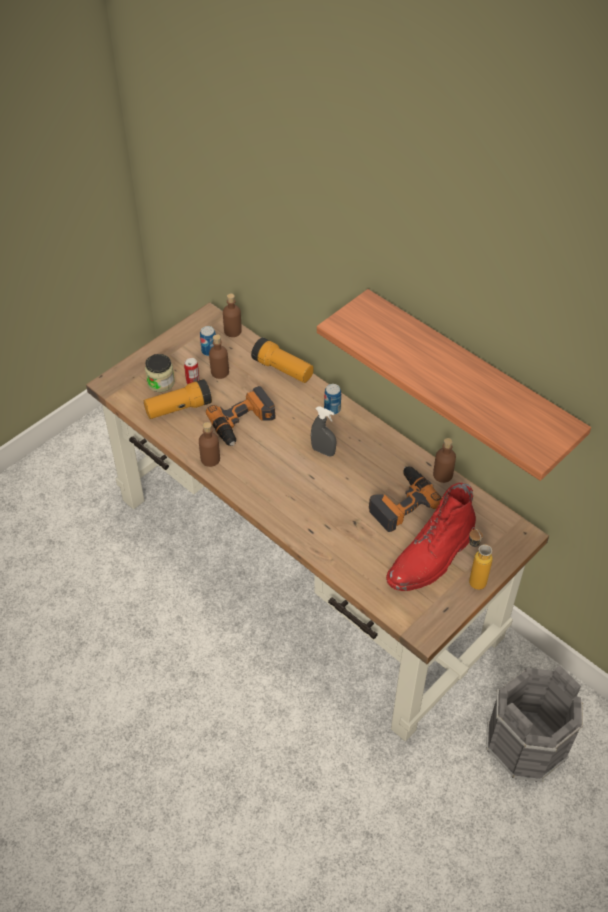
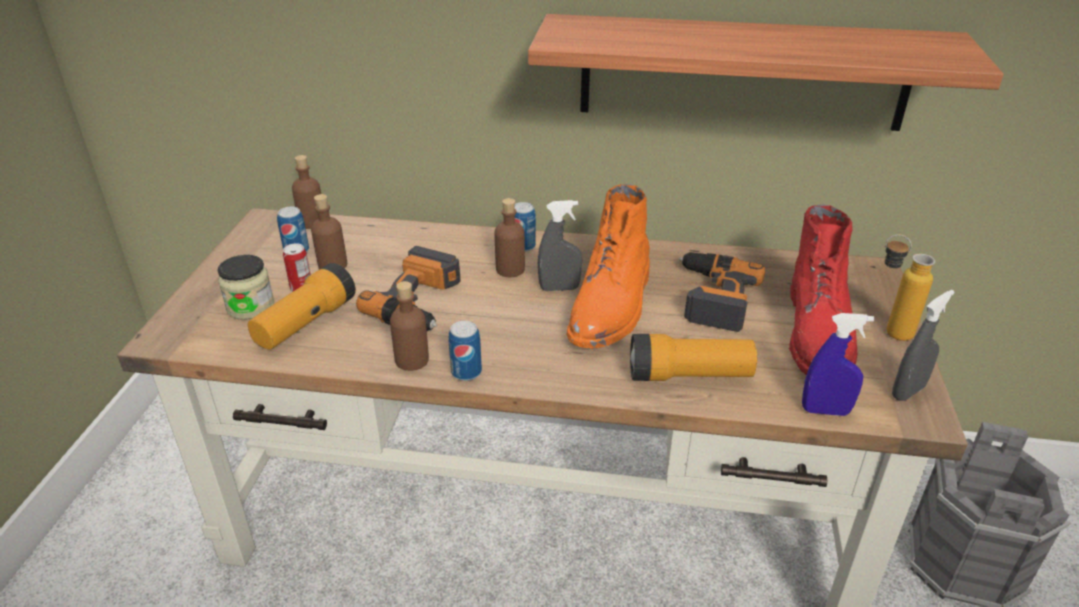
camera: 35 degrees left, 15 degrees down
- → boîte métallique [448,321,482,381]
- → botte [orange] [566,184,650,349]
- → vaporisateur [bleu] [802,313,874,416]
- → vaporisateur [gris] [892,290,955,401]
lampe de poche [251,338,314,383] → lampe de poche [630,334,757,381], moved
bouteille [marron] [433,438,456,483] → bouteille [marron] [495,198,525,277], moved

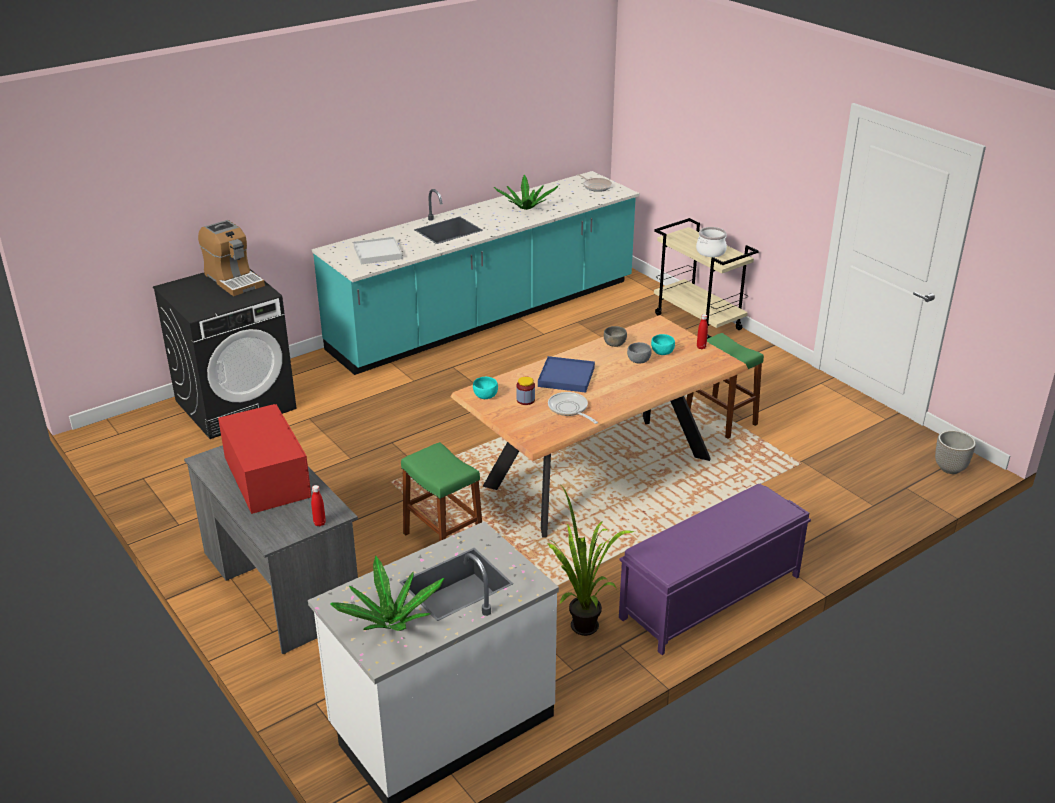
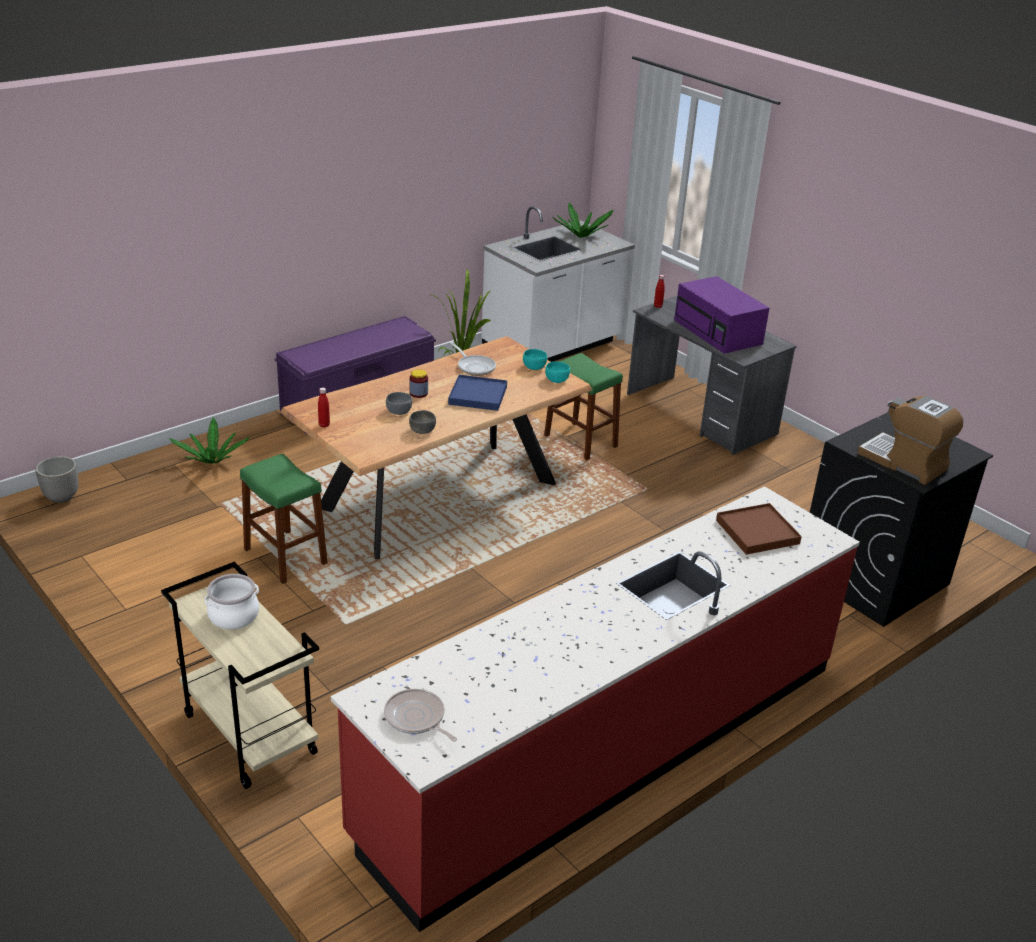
camera: 175 degrees right, 0 degrees up
plante en pot [494,174,559,210] → plante en pot [169,417,250,464], moved
bocal [517,377,535,405] → bocal [410,369,428,398], moved
bol [turquoise] [651,334,675,355] → bol [turquoise] [523,349,547,370], moved
micro-ondes [rouge] [218,404,312,514] → micro-ondes [violet] [674,276,769,354]
comptoir de cuisine [turquoise] [312,171,640,375] → comptoir de cuisine [rouge] [331,486,860,932]
plateau [blanc] [353,237,403,264] → plateau [marron] [716,503,802,555]

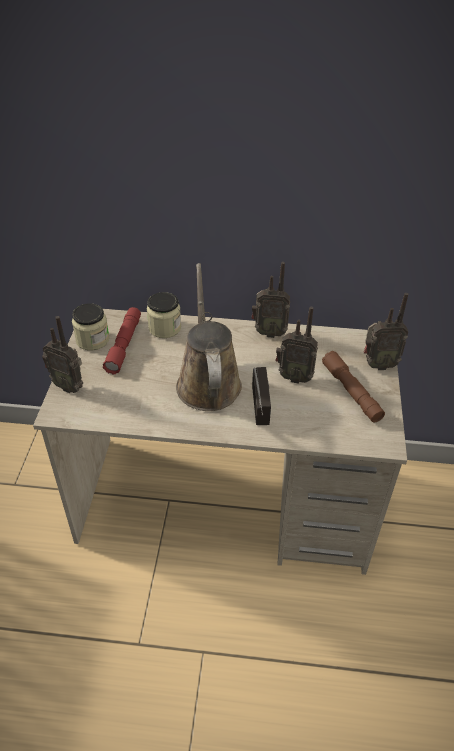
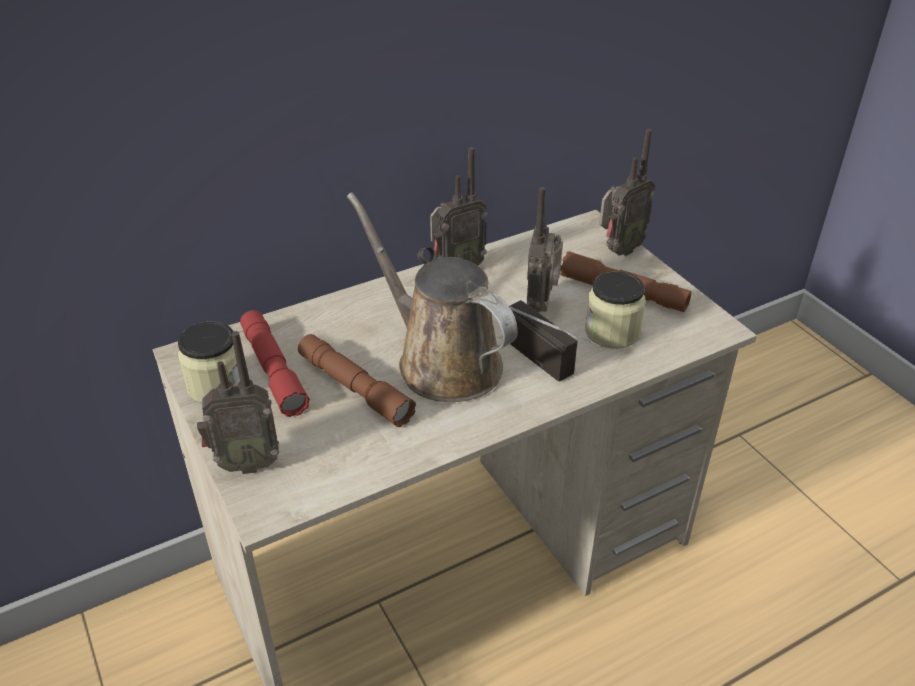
camera: 35 degrees left, 5 degrees down
- → lampe de poche [marron] [298,334,416,427]
bocal [147,292,181,338] → bocal [585,272,646,349], moved
radio [275,307,318,384] → radio [527,187,563,312], 120 degrees clockwise

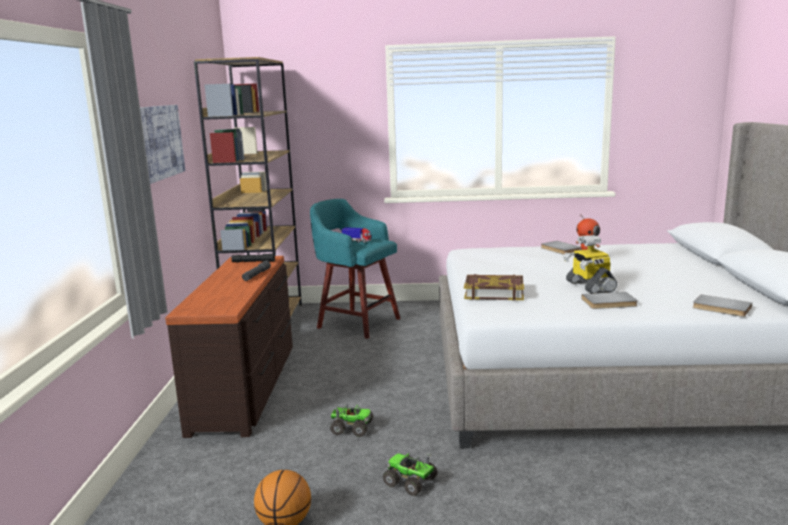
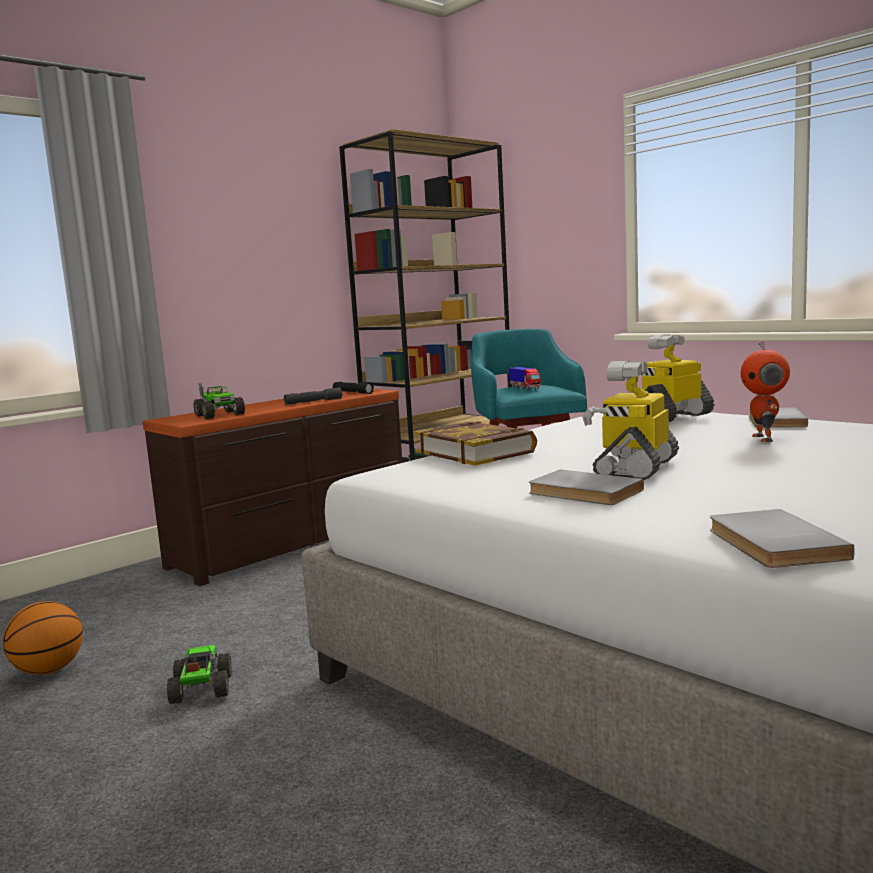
camera: 45 degrees right, 5 degrees down
tableau [140,105,185,184] → -
- → robot jouet [627,334,715,422]
camion jouet [330,404,373,437] → camion jouet [193,383,245,419], moved

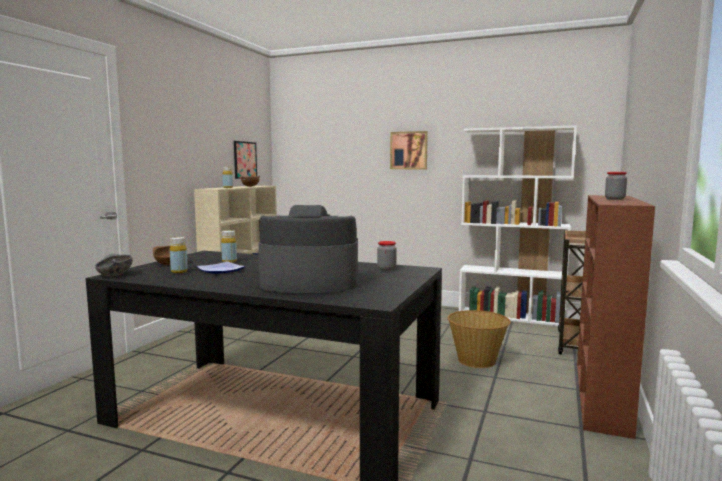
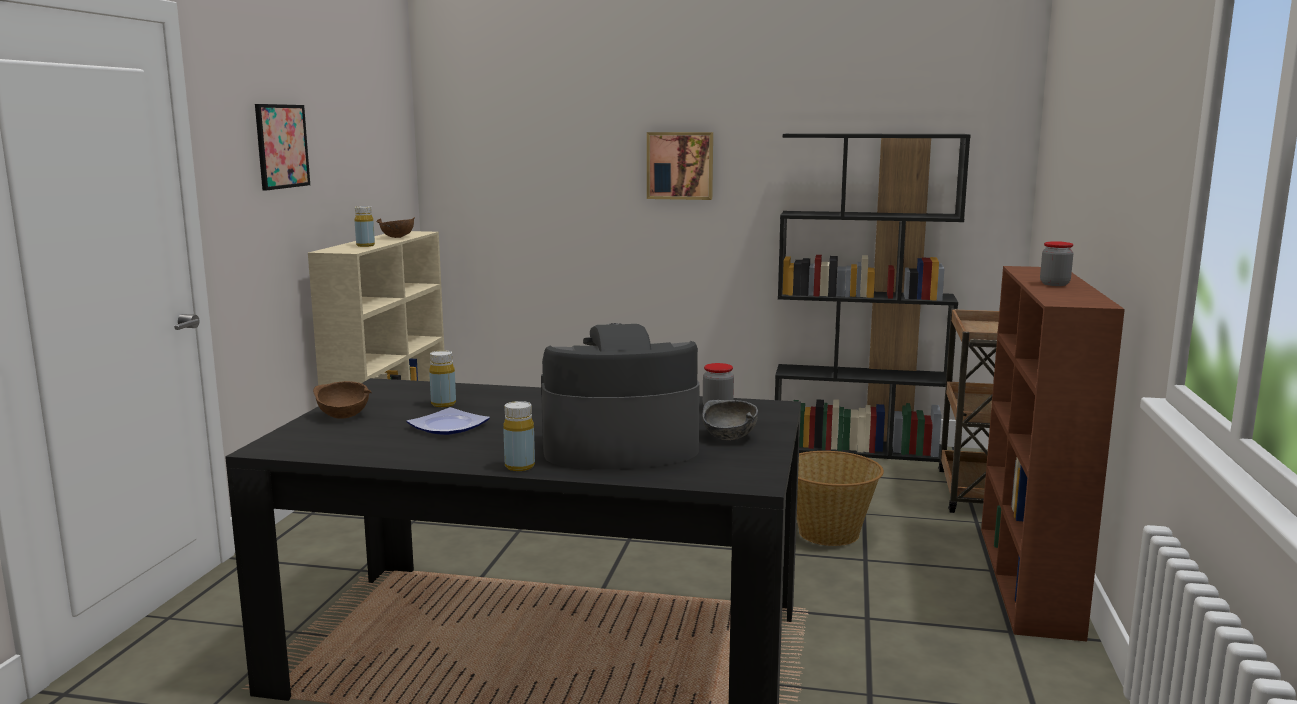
camera: 10 degrees left, 5 degrees up
bol [gris] [95,254,132,277] → bol [gris] [702,400,758,440], moved
bouteille [jaune] [170,237,188,273] → bouteille [jaune] [503,401,535,471], moved
tableau [234,141,257,179] → tableau [255,104,310,191], moved
bibliothèque [blanc] [459,125,577,326] → bibliothèque [noir] [775,133,971,462]

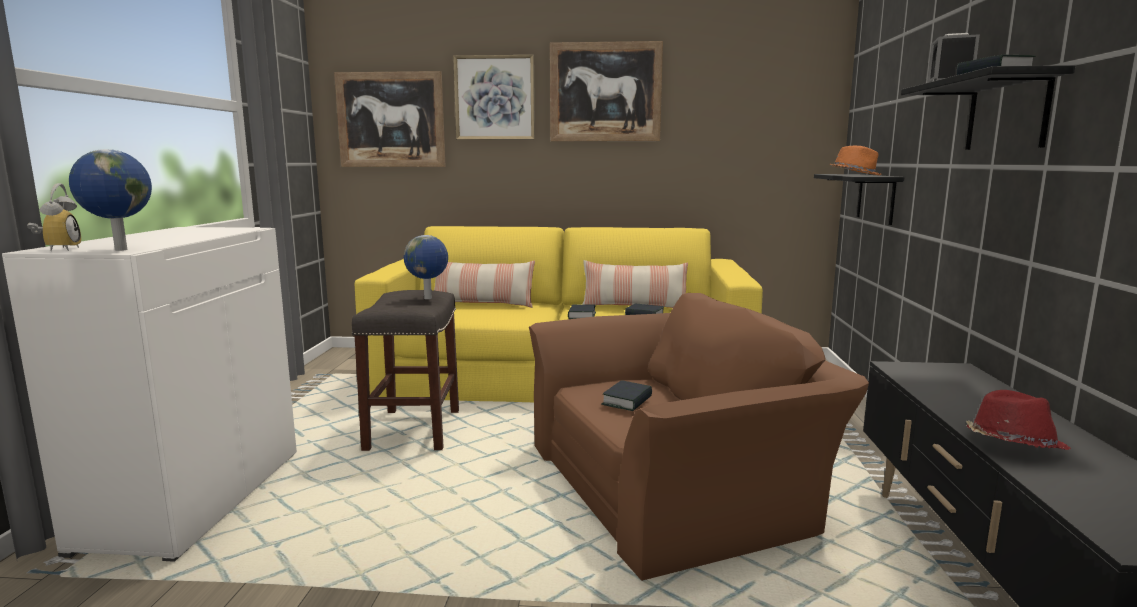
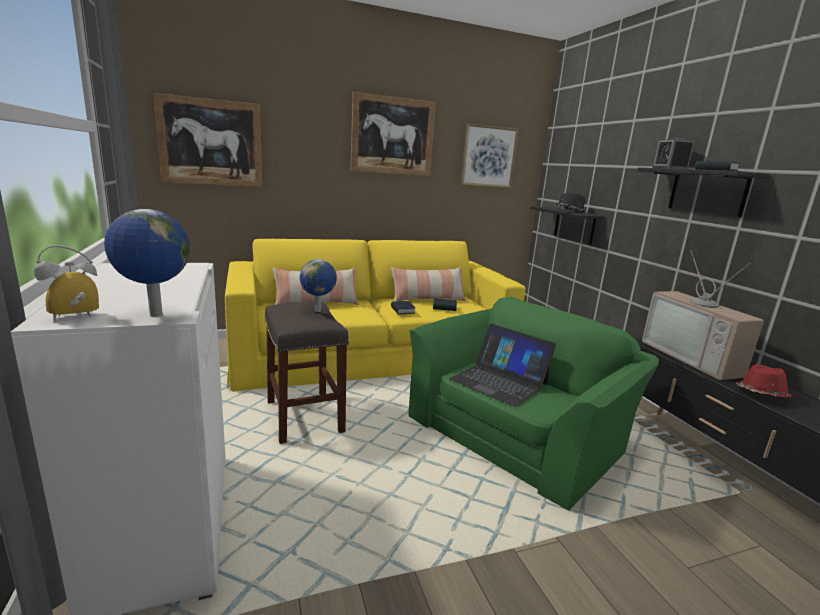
camera: 25 degrees left, 5 degrees up
- → téléviseur [642,250,764,380]
tableau [453,55,535,140] → tableau [460,124,519,188], moved
livre [601,380,652,411] → ordinateur portable [449,323,556,407]
fauteuil [marron] [529,293,869,581] → fauteuil [vert] [408,297,659,511]
chapeau [orange] [830,145,881,175] → chapeau [noir] [555,193,586,213]
réveil [27,183,81,251] → réveil [34,245,99,322], 90 degrees counterclockwise

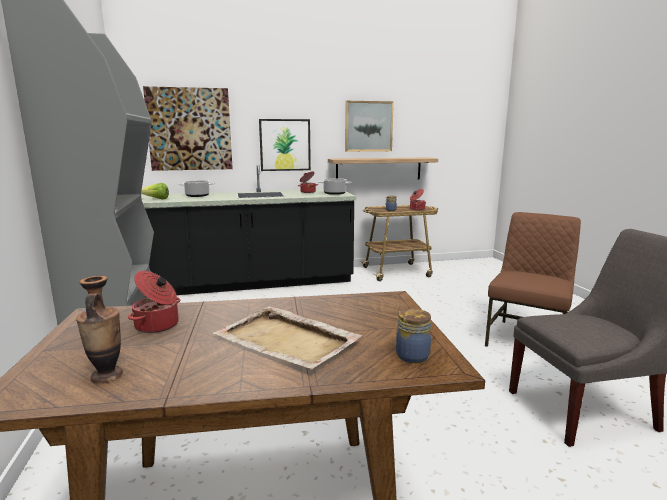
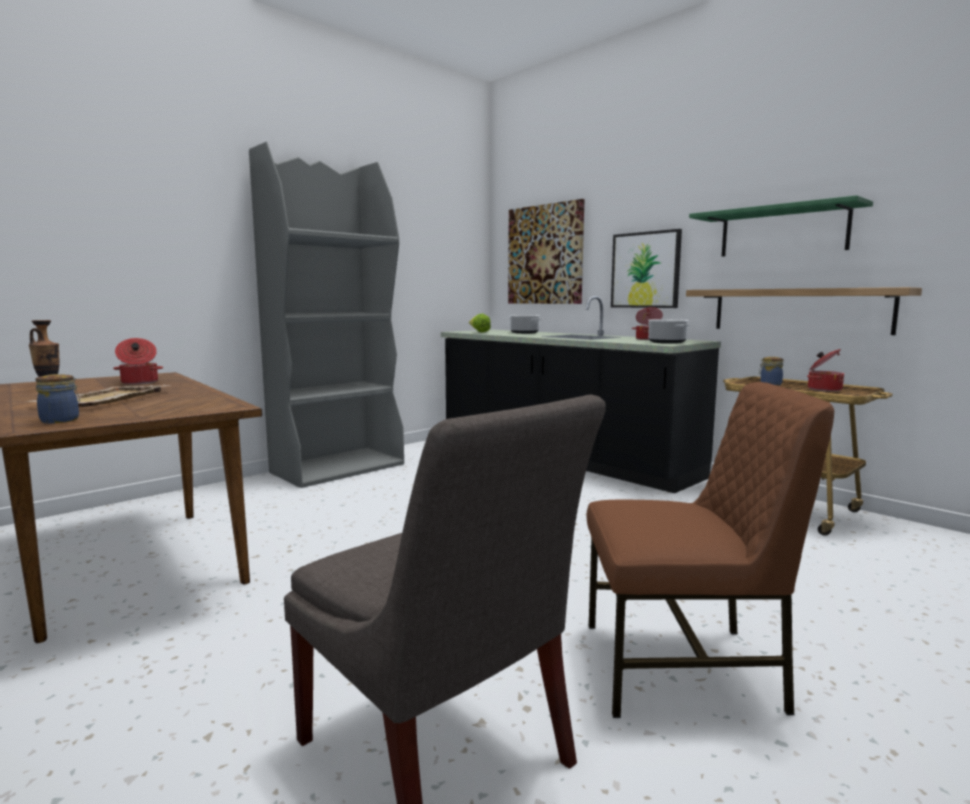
camera: 60 degrees right, 5 degrees down
tableau [345,101,394,152] → étagère [vert] [689,195,873,257]

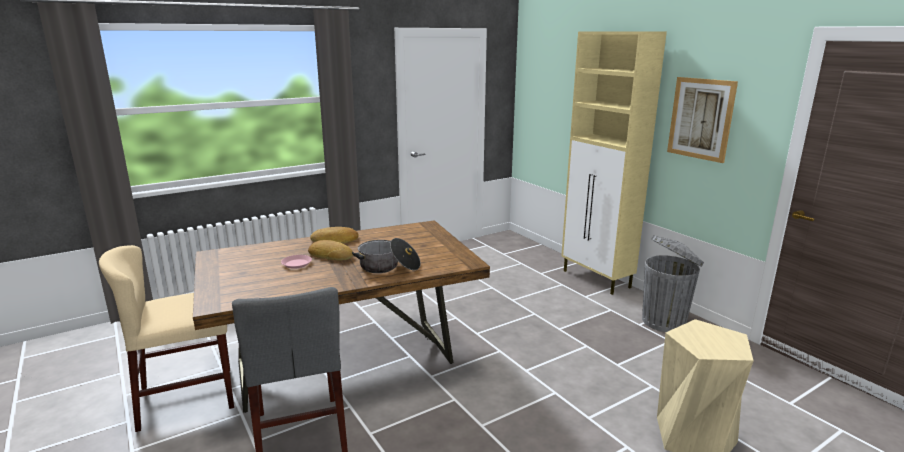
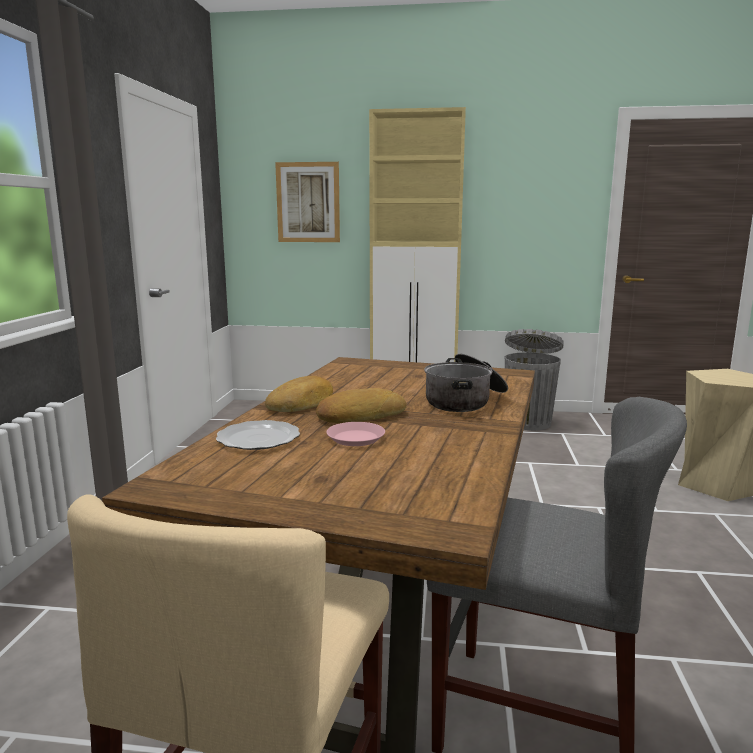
camera: 50 degrees left, 5 degrees down
- → assiette [216,420,300,450]
tableau [667,77,738,163] → tableau [275,162,340,242], moved

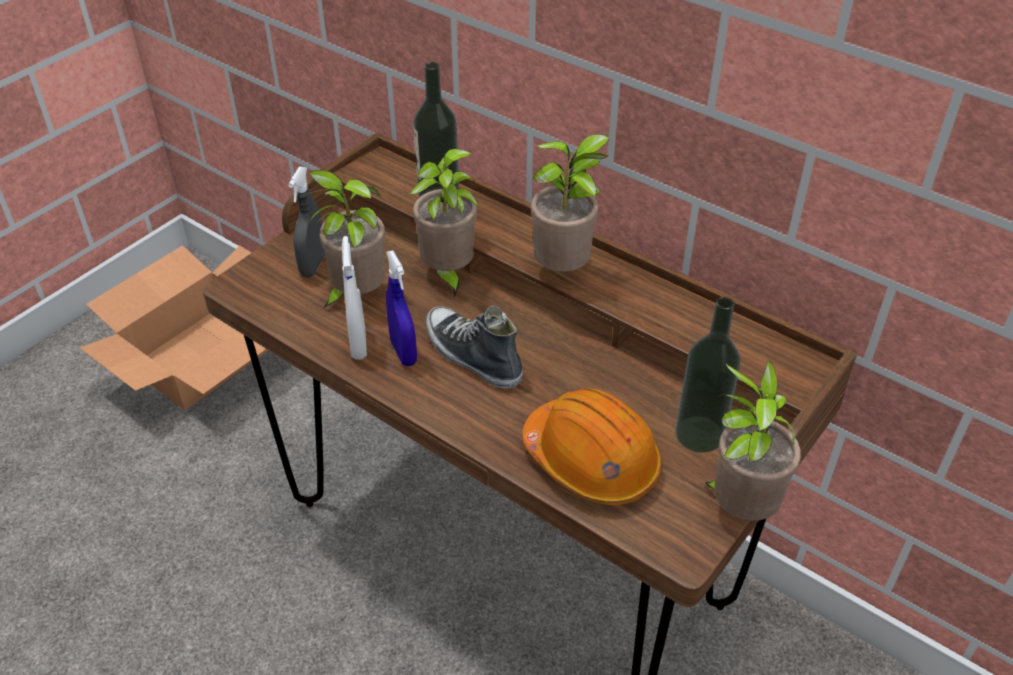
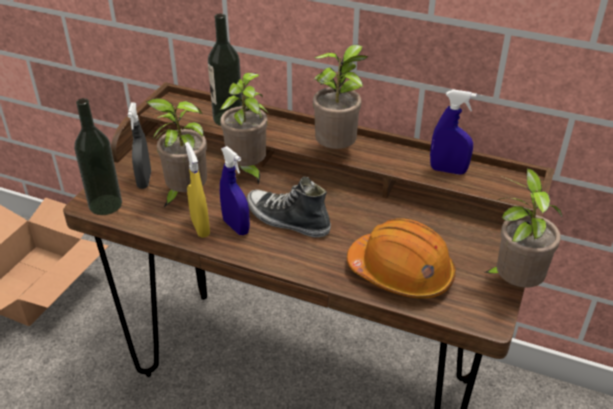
camera: 15 degrees left, 5 degrees down
- → vaporisateur [bleu] [430,90,477,175]
bouteille [675,297,741,453] → bouteille [74,98,122,215], moved
vaporisateur [blanc] [342,236,367,360] → vaporisateur [jaune] [185,142,210,238]

